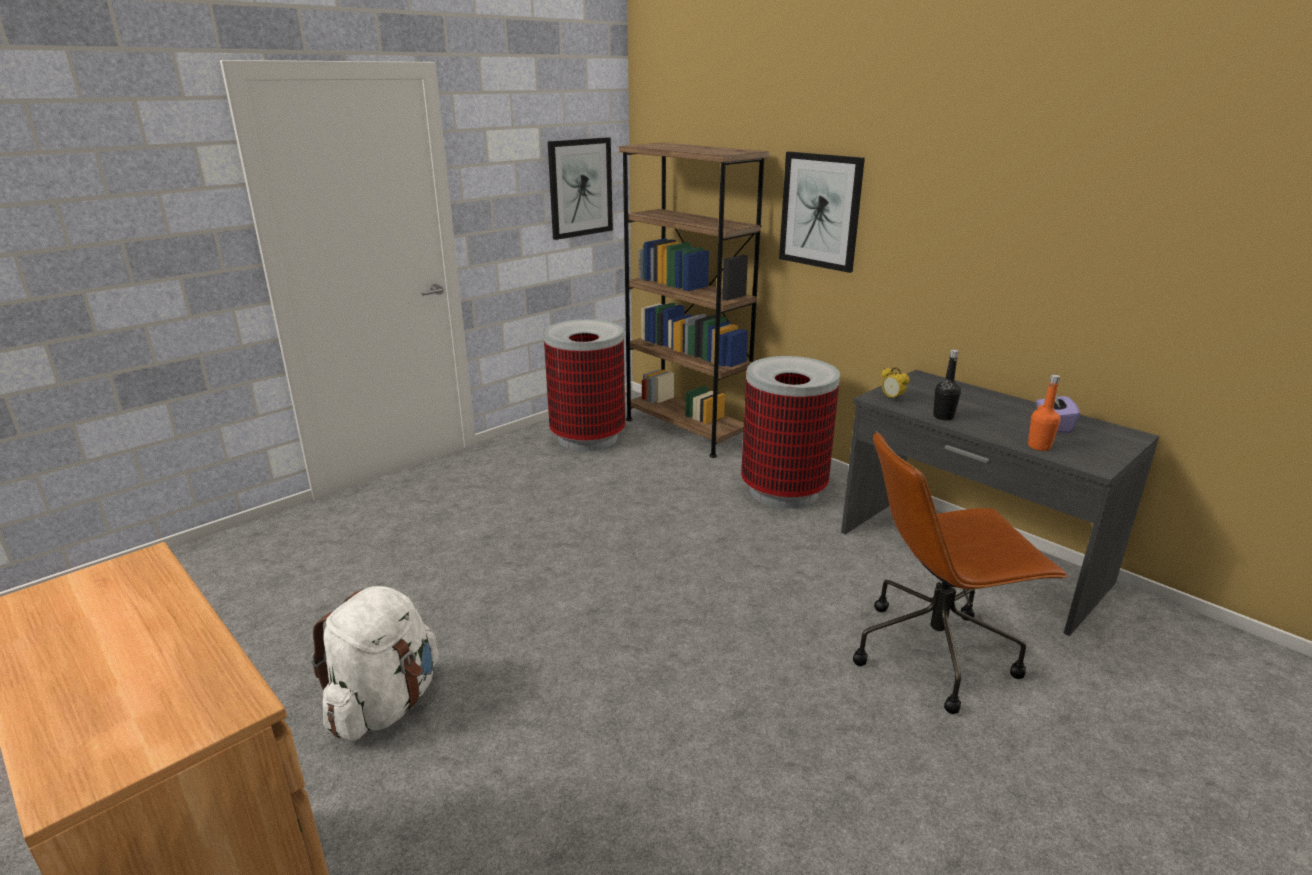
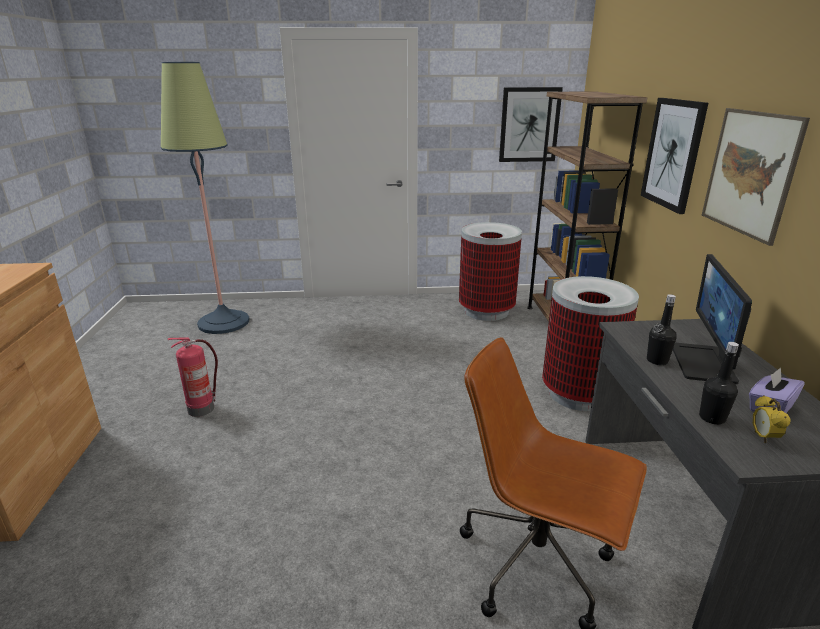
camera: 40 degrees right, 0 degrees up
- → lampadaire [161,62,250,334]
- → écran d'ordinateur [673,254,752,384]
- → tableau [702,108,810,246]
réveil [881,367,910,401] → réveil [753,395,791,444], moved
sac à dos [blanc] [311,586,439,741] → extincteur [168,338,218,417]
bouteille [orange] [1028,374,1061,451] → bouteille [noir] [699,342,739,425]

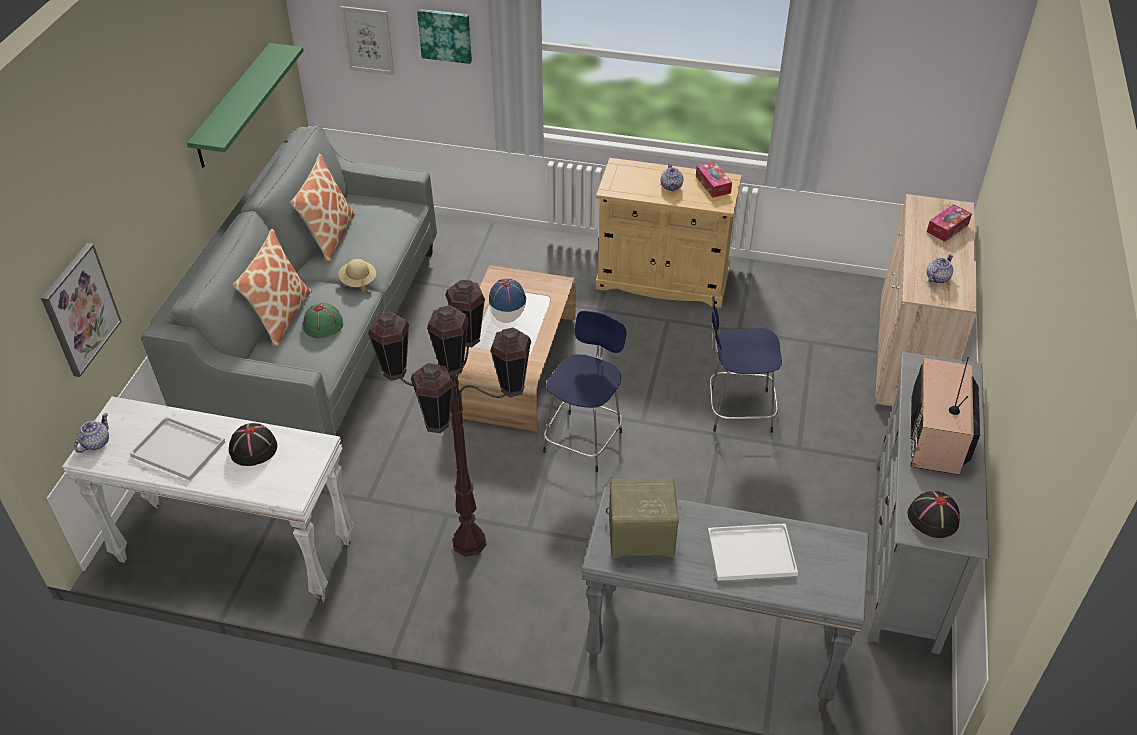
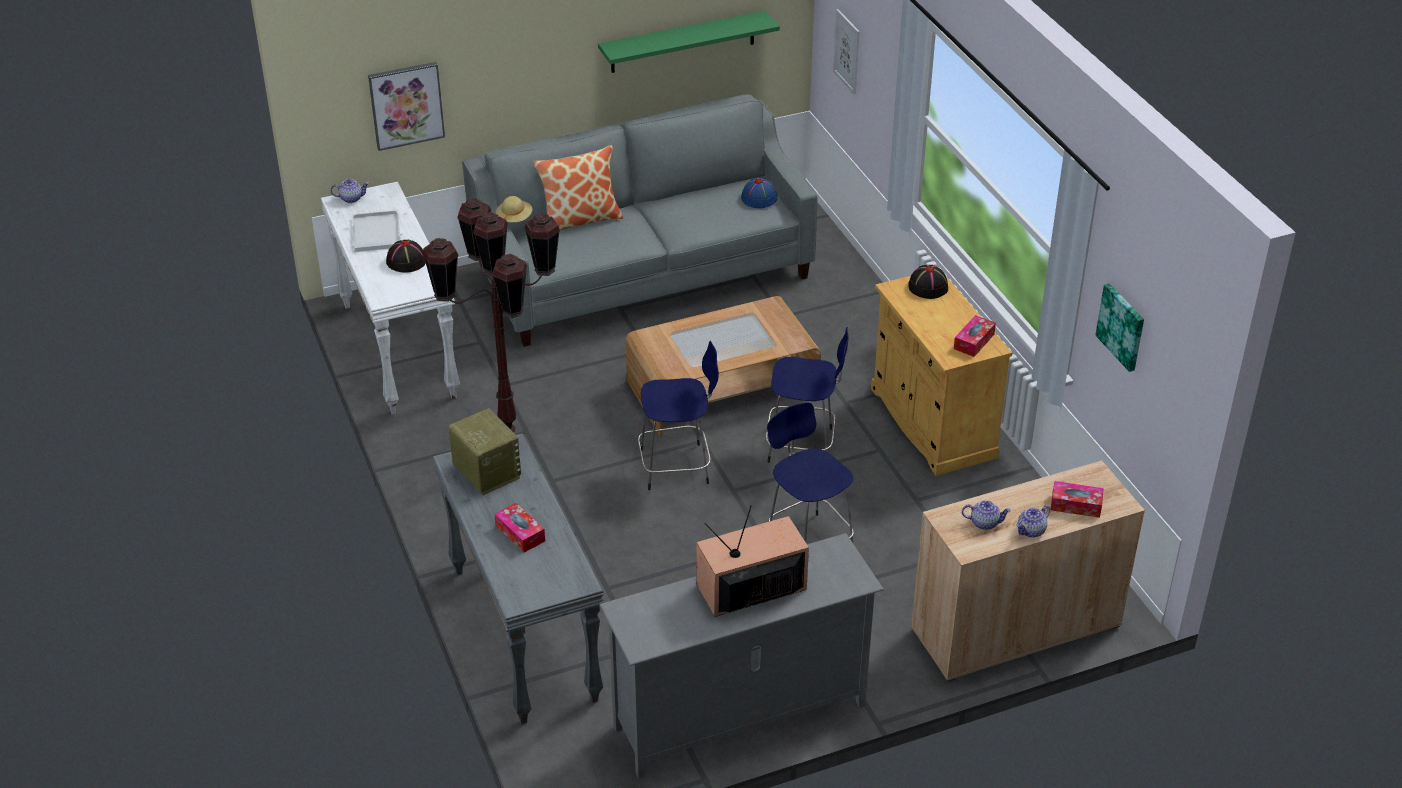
camera: 55 degrees right, 5 degrees down
coussin [290,154,355,264] → -
chapeau [vert] [303,303,343,338] → -
- → tabouret [bleu] [765,327,849,463]
chapeau [beige] [338,259,376,292] → chapeau [beige] [496,196,533,222], moved
tableau [417,9,472,64] → tableau [1095,283,1144,372], moved
chapeau [bleu] [489,279,526,312] → chapeau [bleu] [741,178,778,208], moved
théière [661,163,683,191] → théière [1016,505,1050,538], moved
chapeau [noir] [907,491,960,538] → chapeau [noir] [908,265,948,299], moved
plateau [blanc] [708,523,798,581] → boîte à mouchoirs [495,503,545,553]

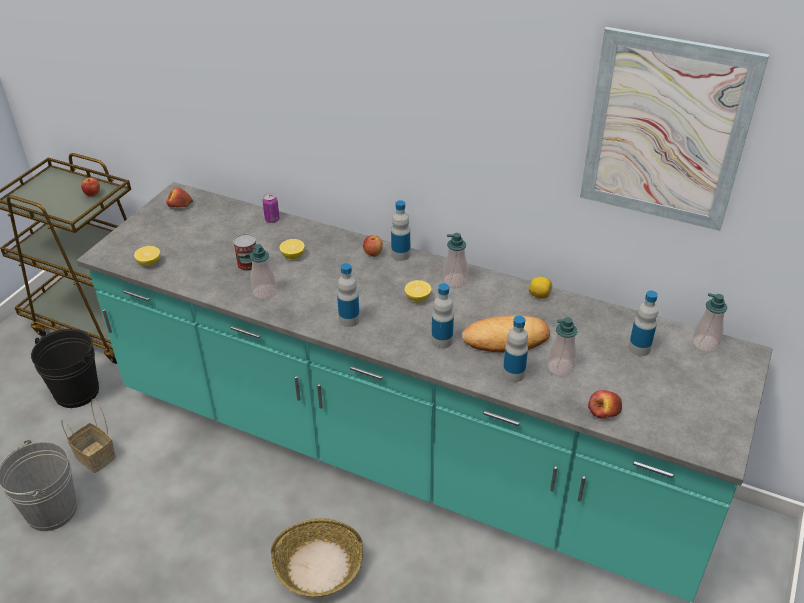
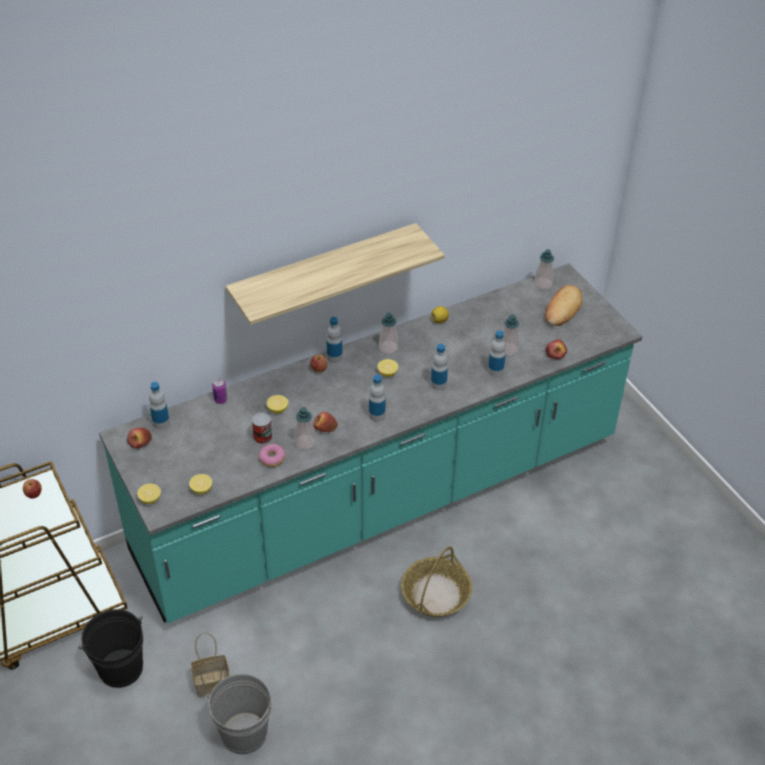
camera: 55 degrees left, 5 degrees up
tableau [580,27,769,231] → -
- → citron [137,483,161,504]
- → étagère [226,223,445,325]
- → beignet [259,444,286,467]
- → pomme [313,412,338,432]
pain [462,315,550,352] → pain [545,285,582,326], moved
bouteille [629,291,658,356] → bouteille [149,382,170,429], moved

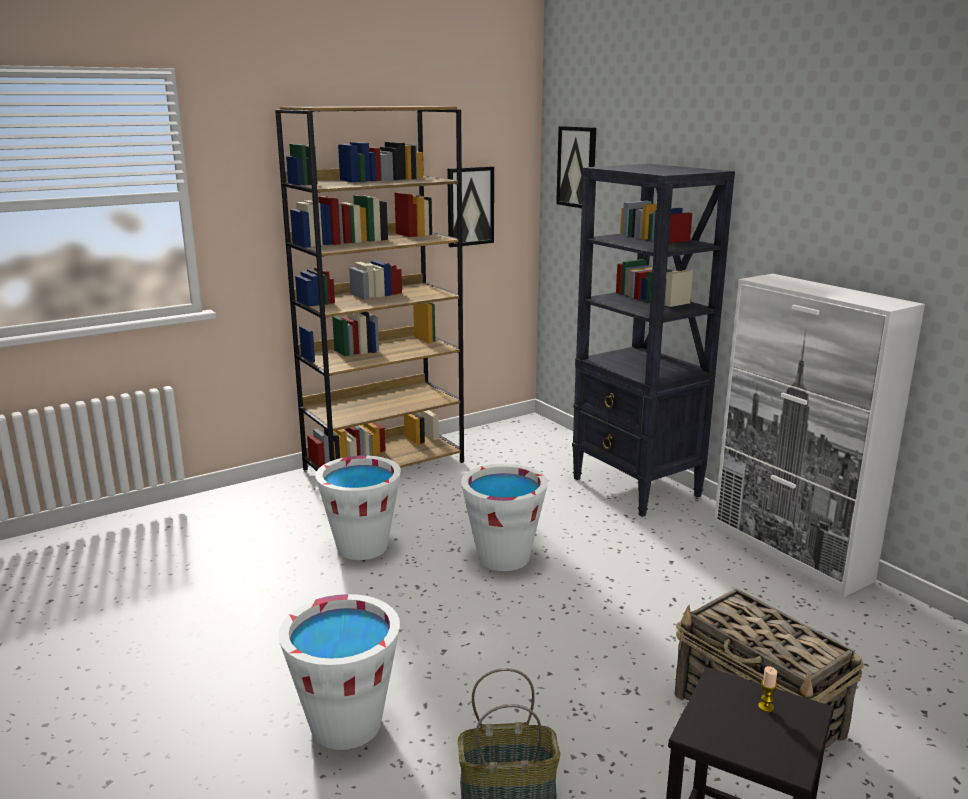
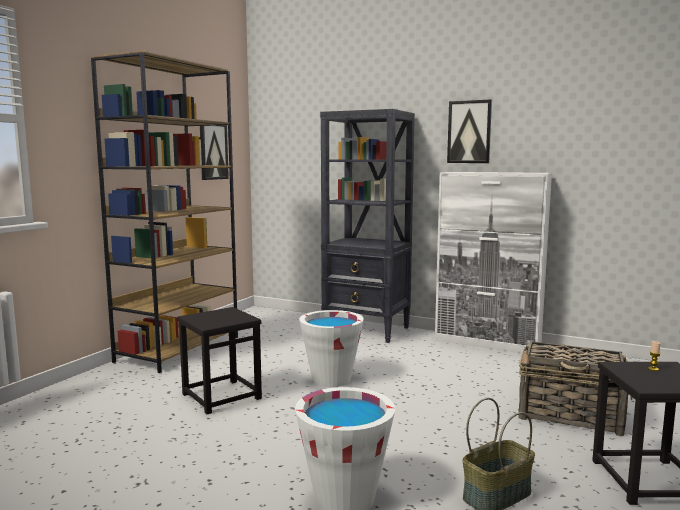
camera: 30 degrees left, 10 degrees down
tableau [556,126,596,208] → tableau [447,99,492,163], moved
seau [blanc] [315,455,401,560] → tabouret [noir] [177,307,262,414]

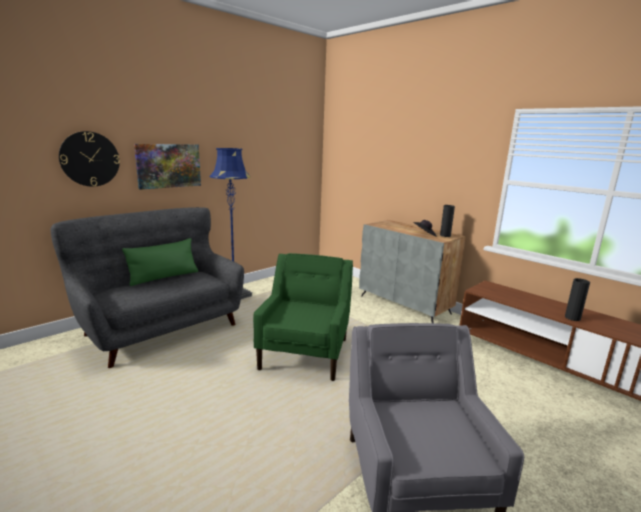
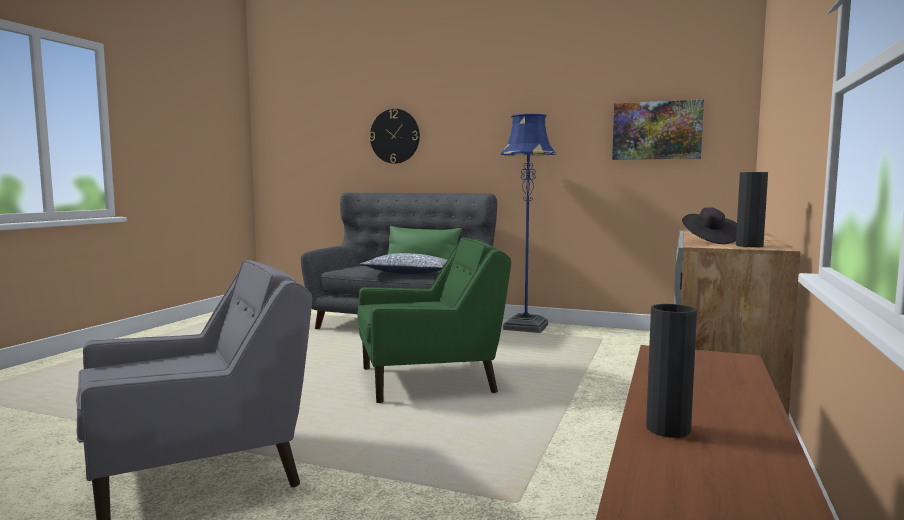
camera: 65 degrees right, 10 degrees down
- → coussin [360,253,447,274]
tableau [134,144,201,190] → tableau [612,99,704,160], moved

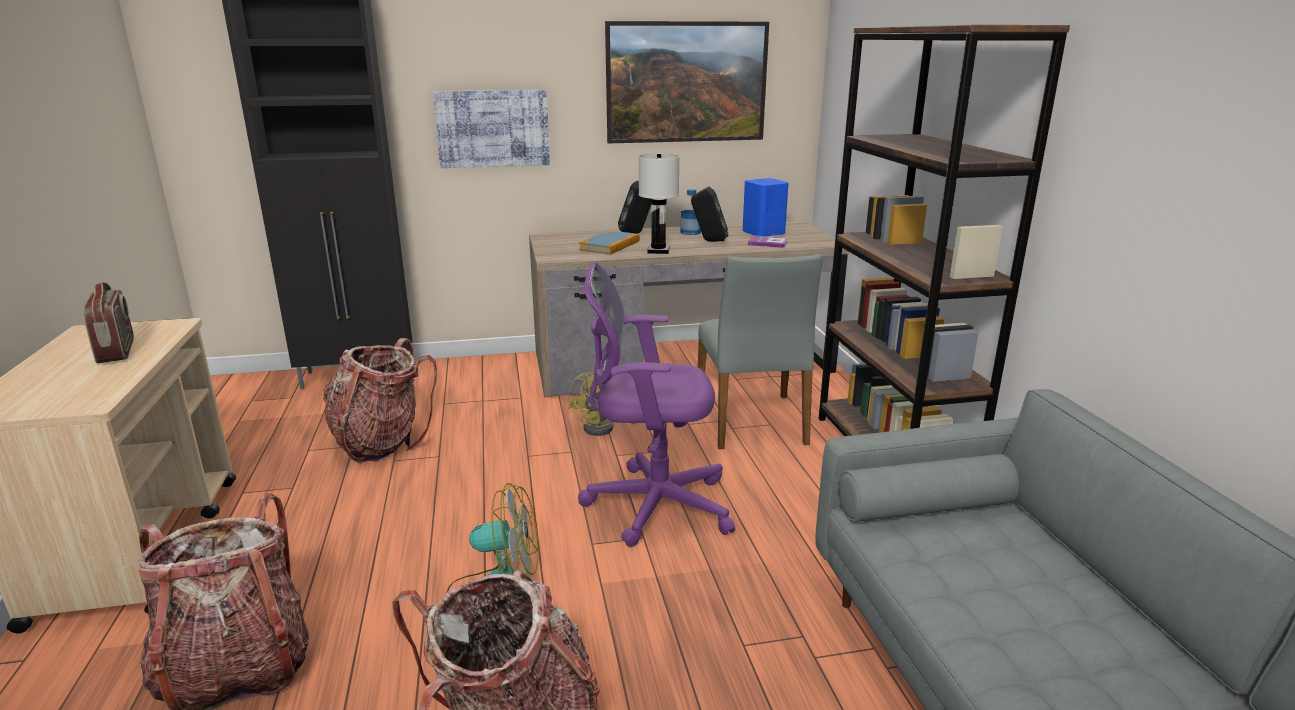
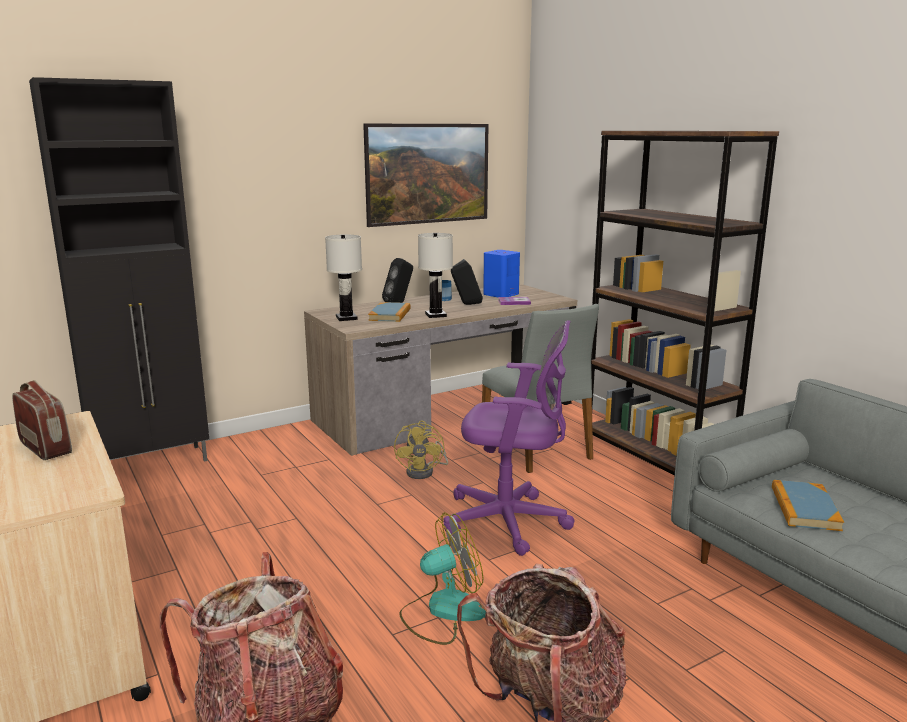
camera: 20 degrees left, 5 degrees down
sac à dos [323,338,437,463] → -
tableau [433,90,550,168] → -
- → lampe de table [blanc] [325,235,362,321]
- → livre [772,480,844,531]
chaise de bureau [violet] [578,262,735,547] → chaise de bureau [violet] [444,320,574,556], 150 degrees counterclockwise

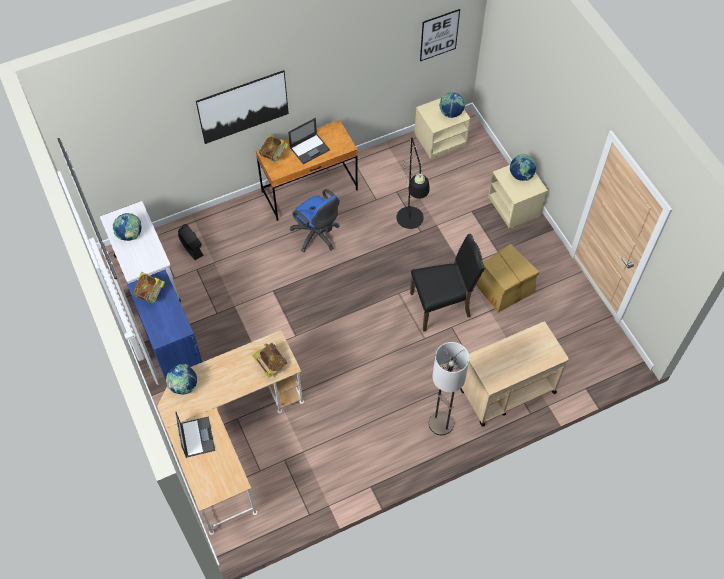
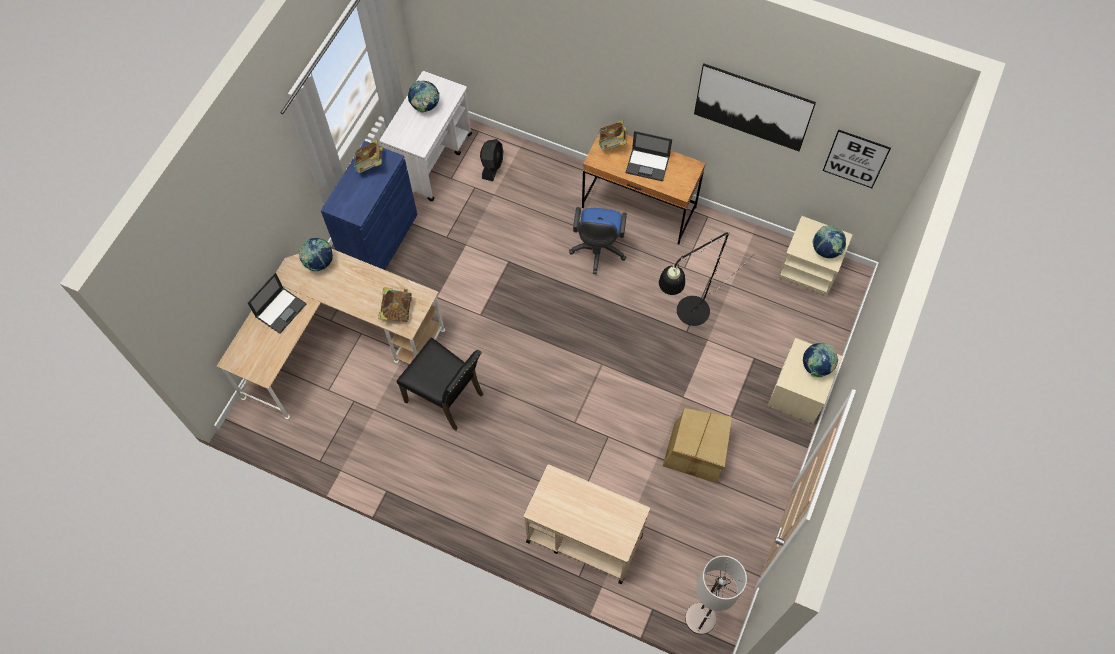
camera: 50 degrees right, 5 degrees up
tableau [196,70,289,144] → tableau [694,63,816,151], moved
chaise [noir] [410,234,485,332] → chaise [noir] [397,338,484,430], moved
lampadaire [429,342,470,435] → lampadaire [685,556,747,634], moved

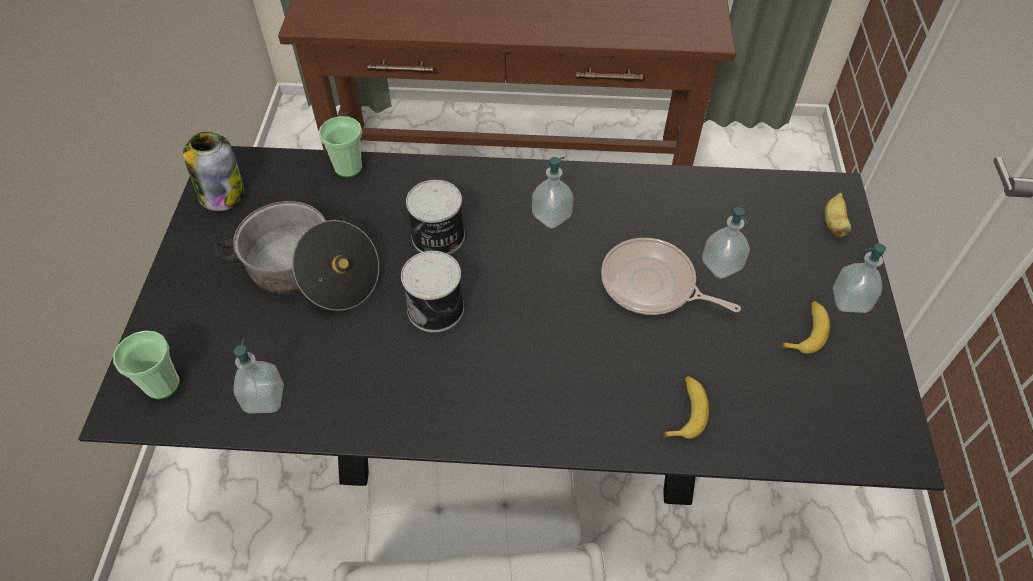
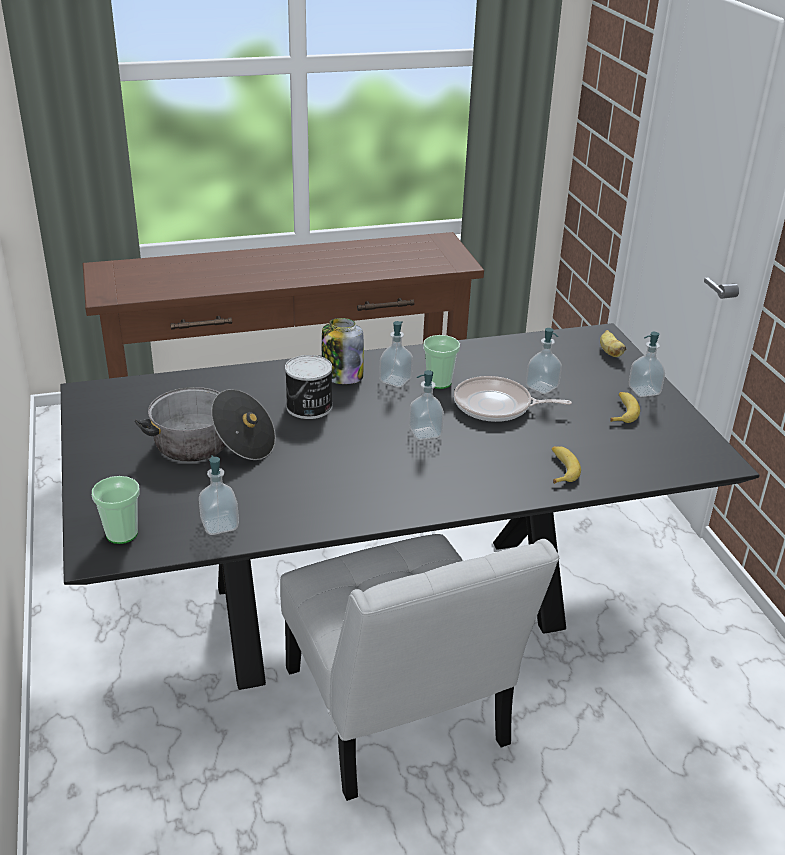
camera: 20 degrees left, 20 degrees down
boîte métallique [401,251,464,332] → -
- → distributeur de savon [409,370,444,440]
bocal [183,132,245,211] → bocal [322,318,364,384], moved
tasse [319,116,362,177] → tasse [423,335,460,389], moved

